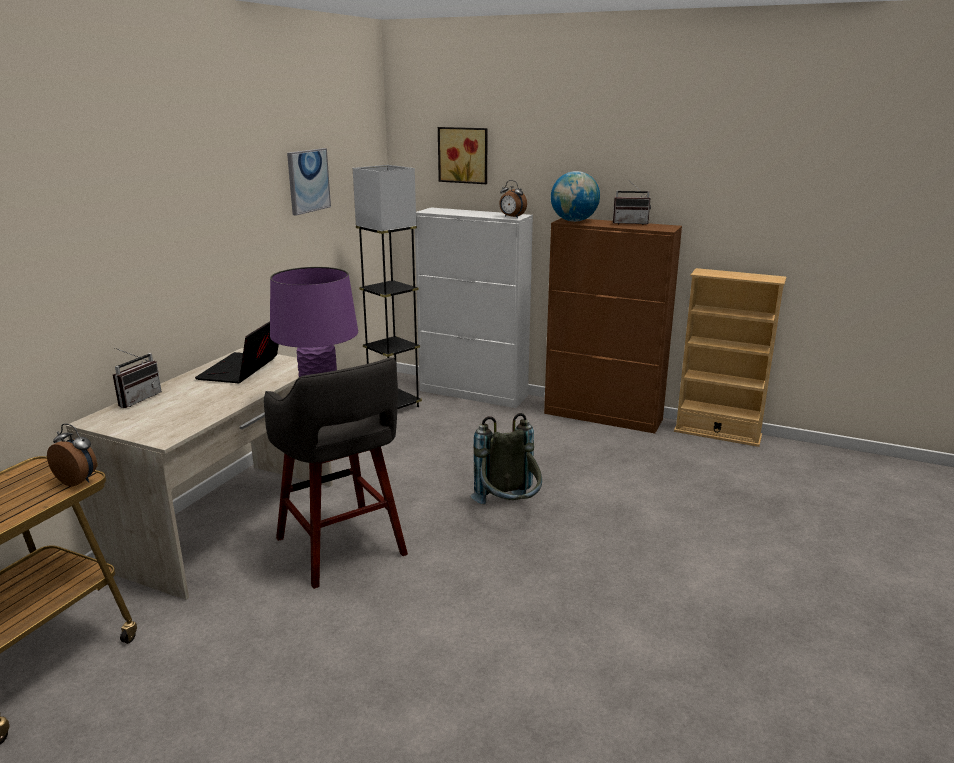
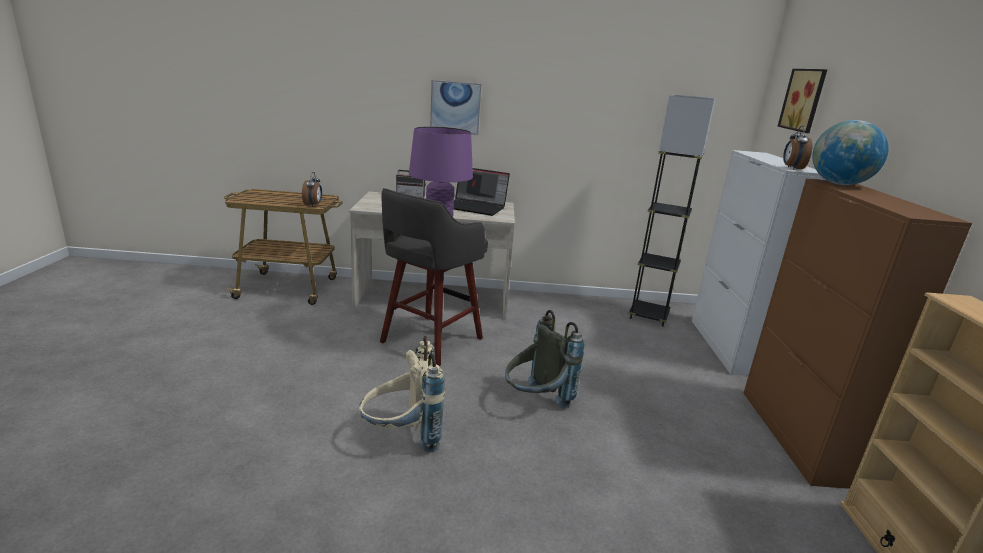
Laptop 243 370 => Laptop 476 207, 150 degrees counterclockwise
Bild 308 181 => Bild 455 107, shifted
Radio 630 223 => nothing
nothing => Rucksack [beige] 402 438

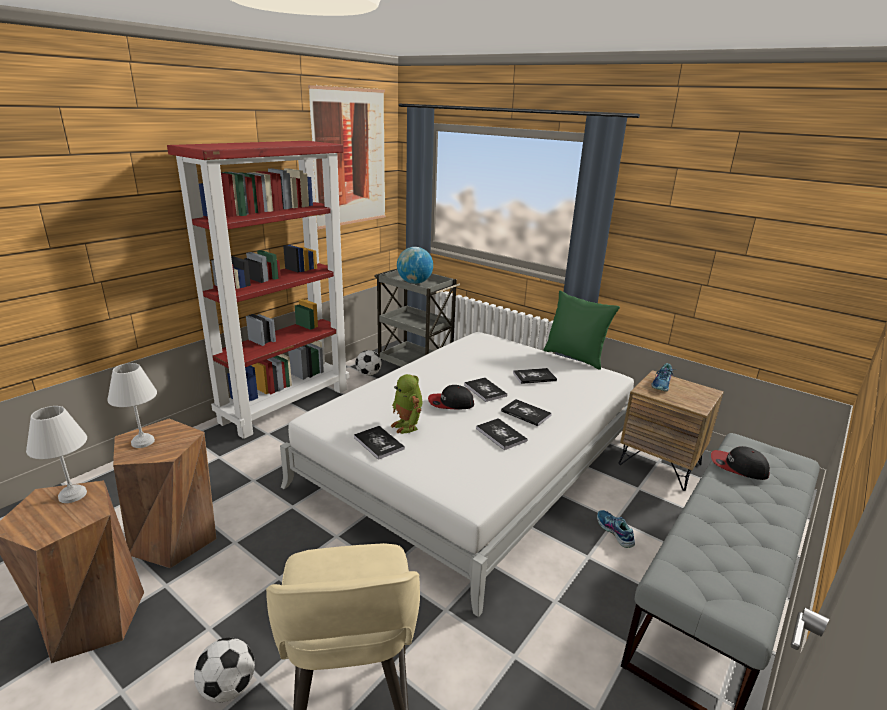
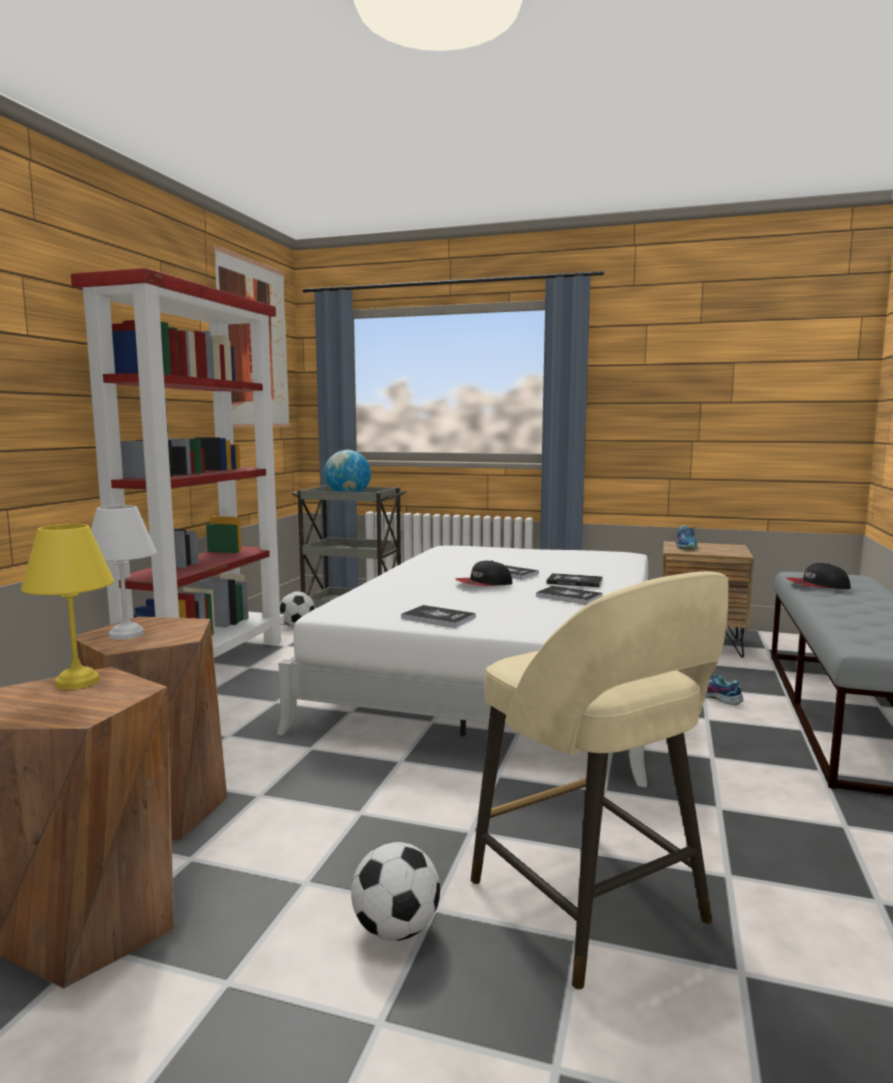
Tischlampe [weiß] 73 494 => Tischlampe [gelb] 78 681
Spielzeugroboter 407 426 => nothing
Buch 534 377 => nothing
Kissen [grün] 575 357 => nothing

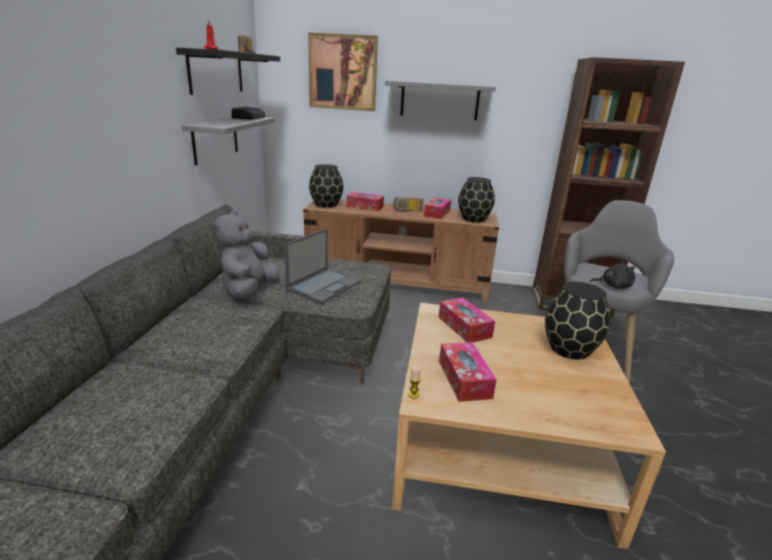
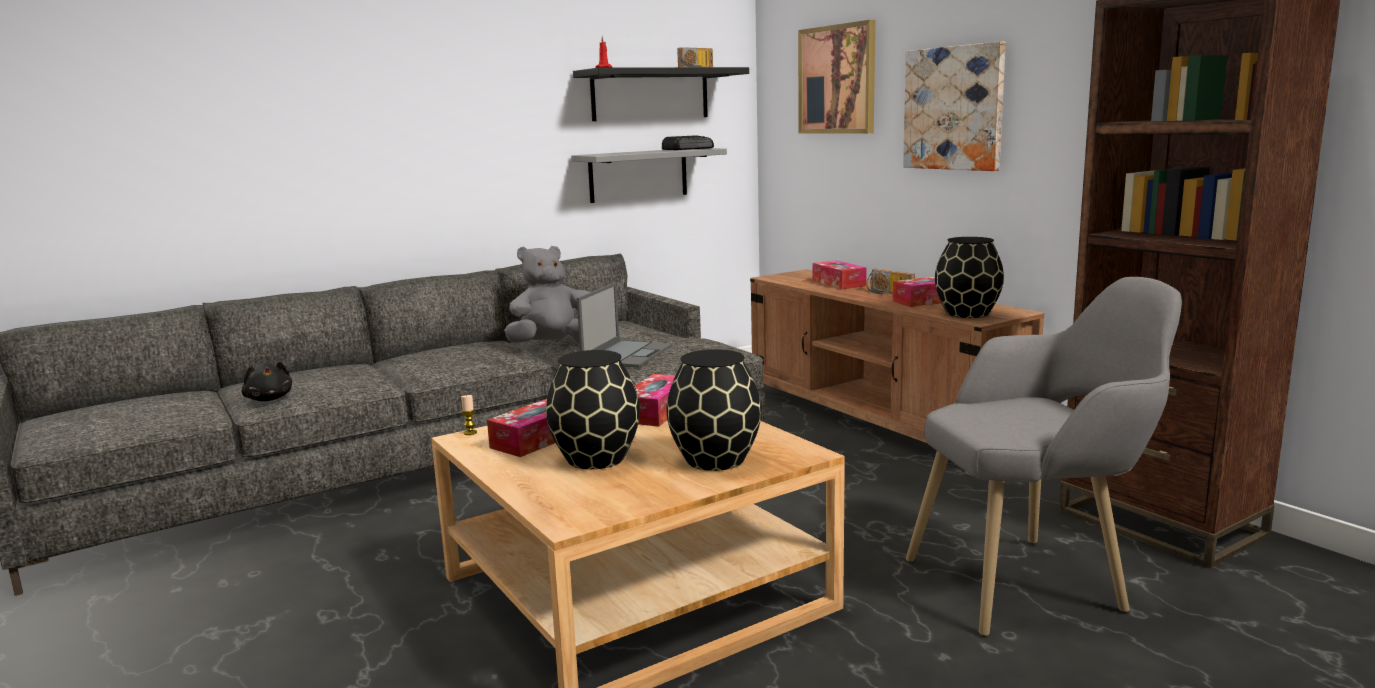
Laptop 324 285 => Laptop 627 354, 60 degrees counterclockwise
Vase [schwarz] 326 205 => Vase [schwarz] 596 459, shifted
Wandregal [grau] 439 100 => Bild 954 108
Plüschtier [schwarz] 613 286 => Plüschtier [schwarz] 269 399, shifted

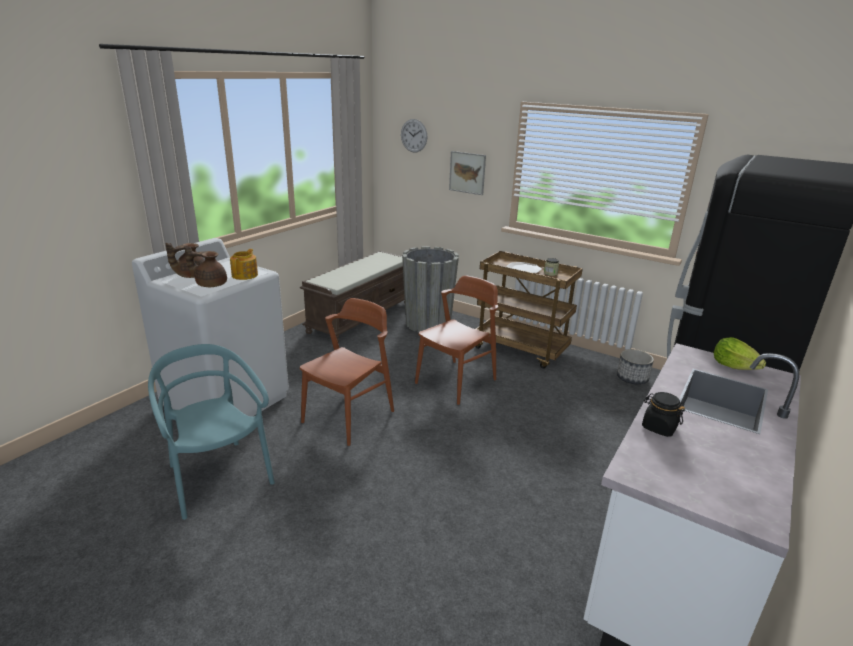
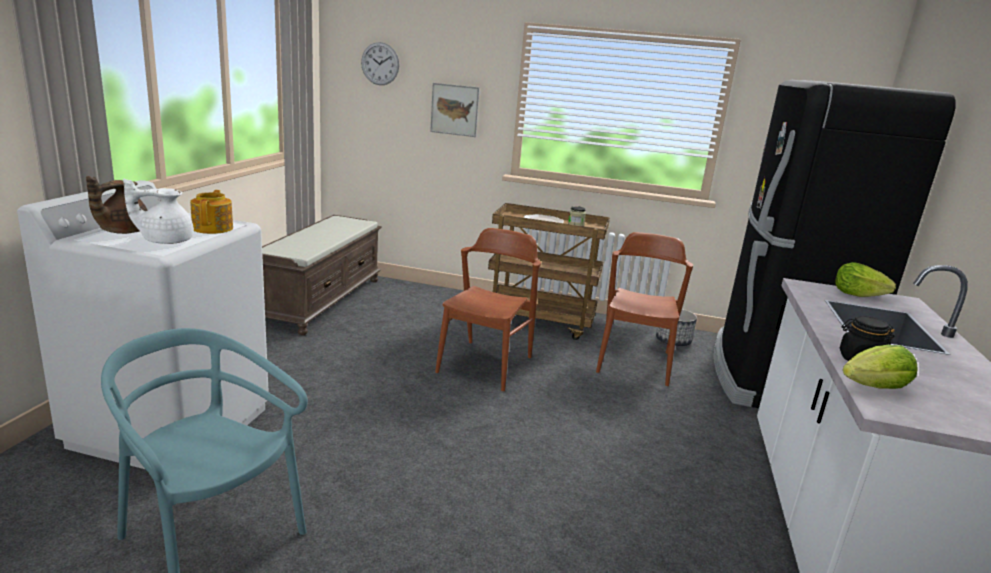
Teekanne [braun] 210 284 => Teekanne [weiß] 165 240
Stuhl [braun] 349 416 => Stuhl [braun] 634 362, shifted
Pflanzkübel [grau] 428 324 => nothing
nothing => Salatkopf 875 388

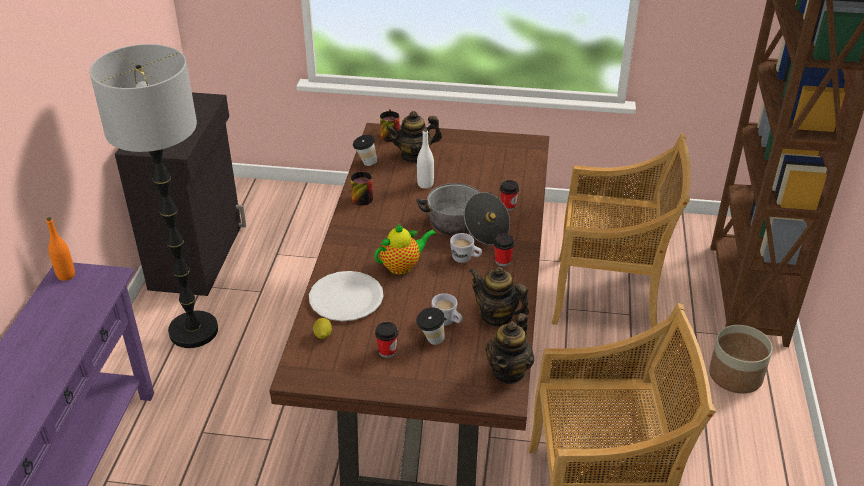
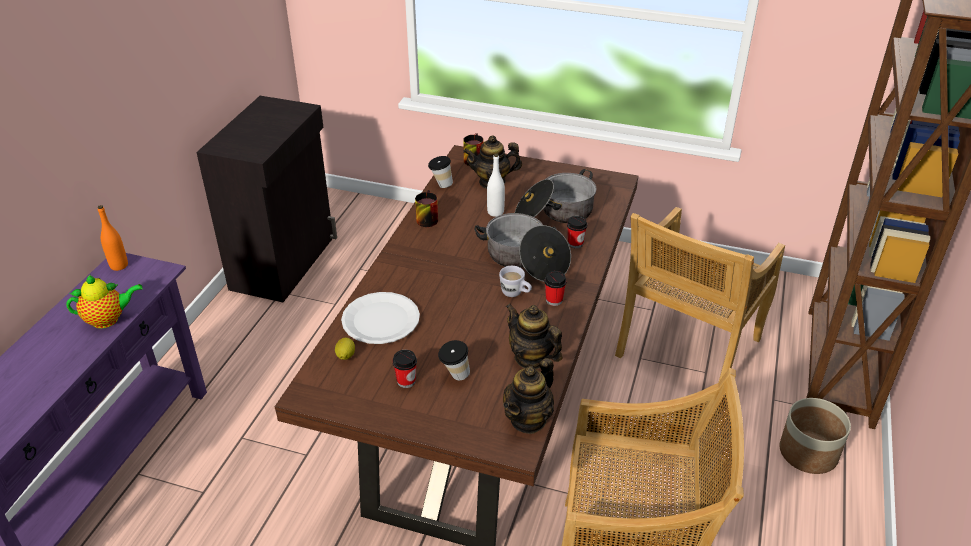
Stehlampe 193 331 => nothing
Teekanne 403 266 => Teekanne 108 319, shifted
Henkelbecher [weiß] 447 322 => nothing
Stuhl [beige] 609 296 => Stuhl [beige] 687 350, 105 degrees clockwise
nothing => Kochtopf 555 213

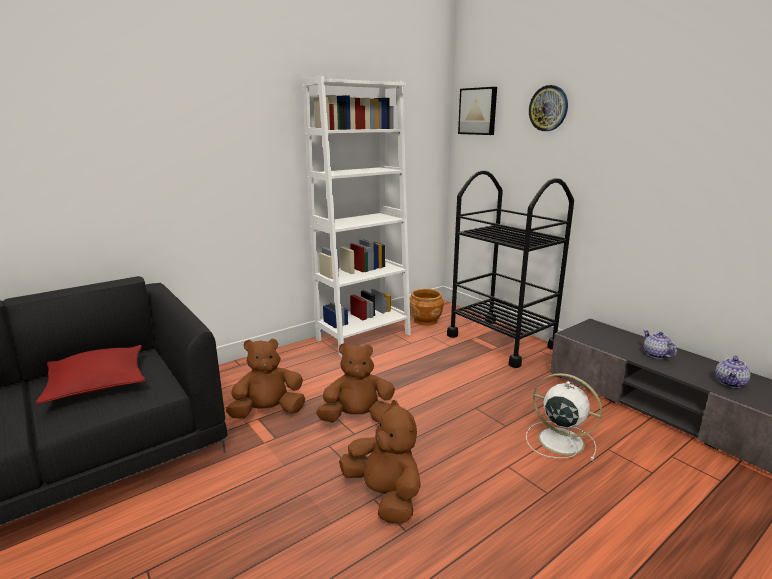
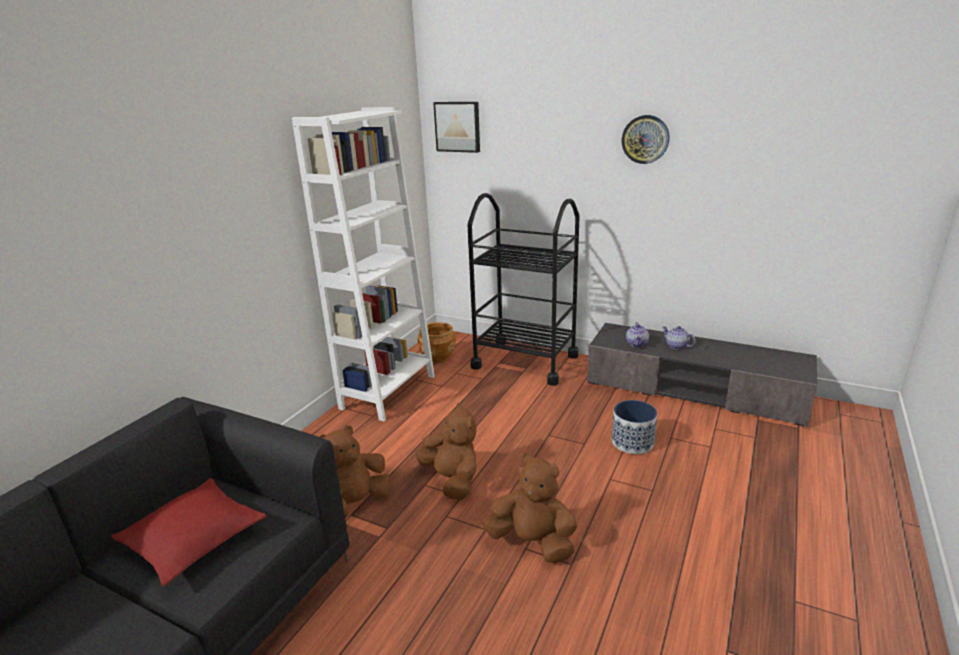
Plüschtier [braun] 358 418 => Plüschtier [braun] 452 480, 90 degrees clockwise
Ventilator [weiß] 558 440 => Pflanzkübel 632 442
Wanduhr 548 108 => Wanduhr 645 139, shifted
Teekanne 730 383 => Teekanne 637 344, shifted

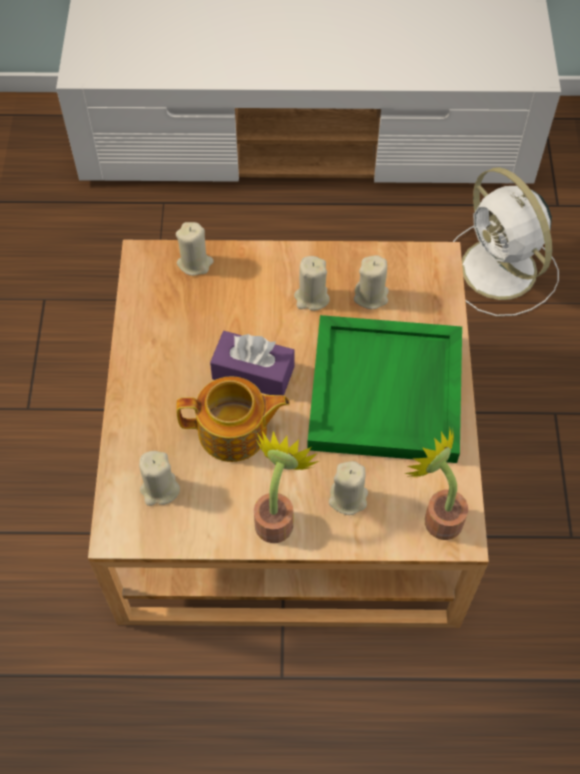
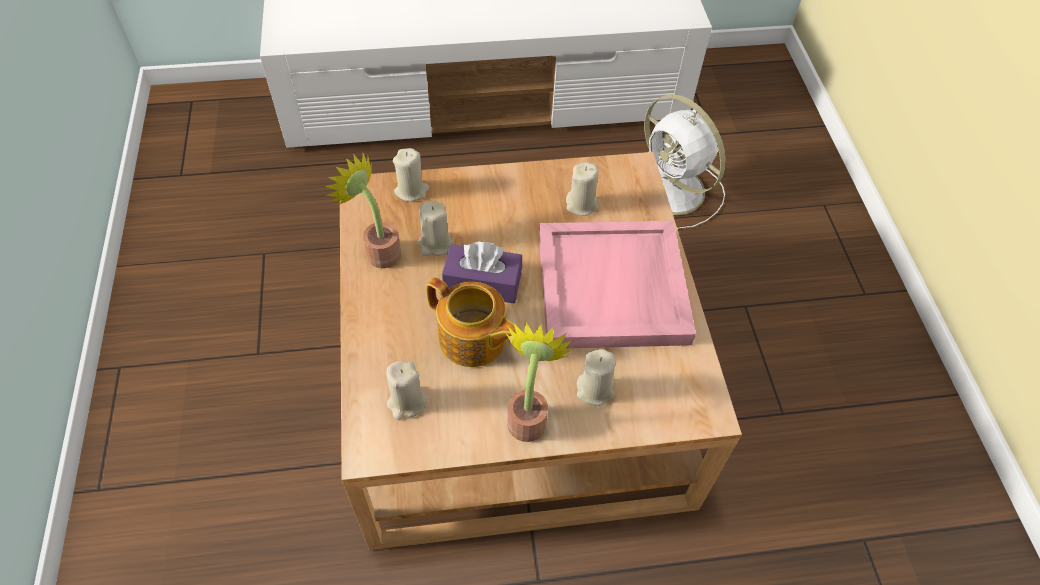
Teekanne 234 432 => Teekanne 473 339, 45 degrees clockwise
Kerze [beige] 311 298 => Kerze [beige] 435 244, shifted
Tablett [grün] 387 393 => Tablett [rosa] 613 288
Topfpflanze 437 516 => Topfpflanze 378 250, shifted

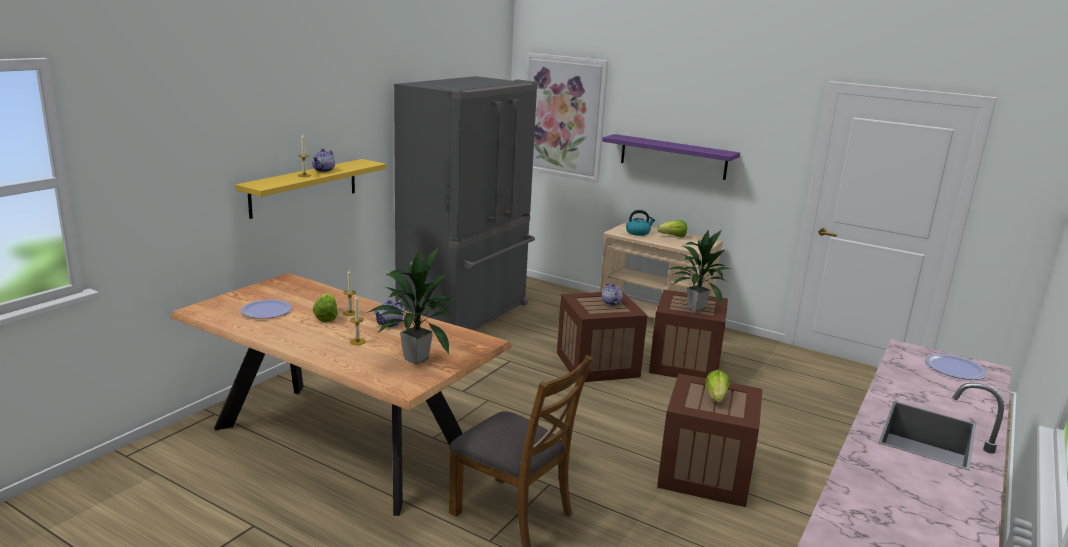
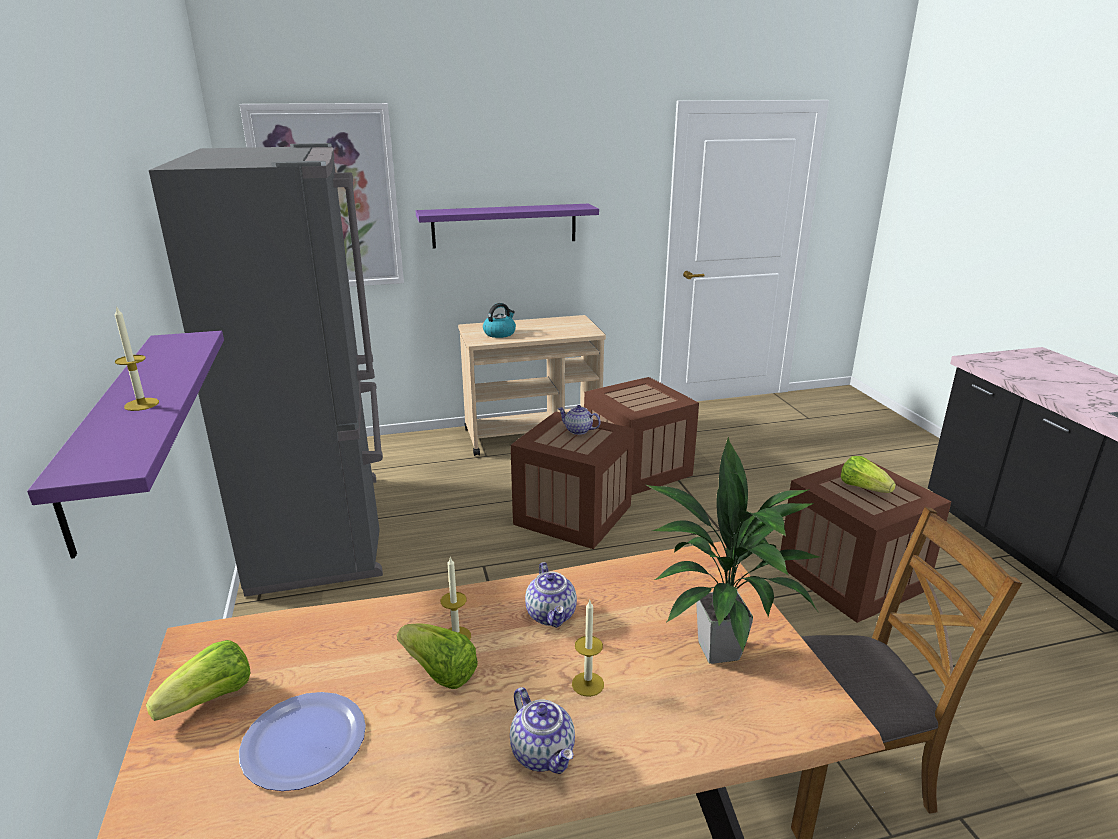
Wandregal [gelb] 304 187 => Wandregal [lila] 113 432
Teekanne 324 170 => Teekanne 543 753, shifted
Salatkopf 673 236 => Salatkopf 210 700, shifted
Topfpflanze 695 308 => nothing
Teller 955 368 => nothing

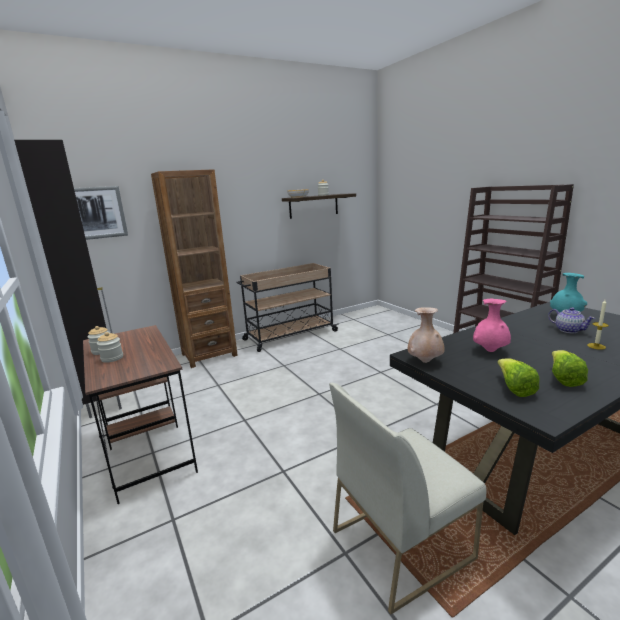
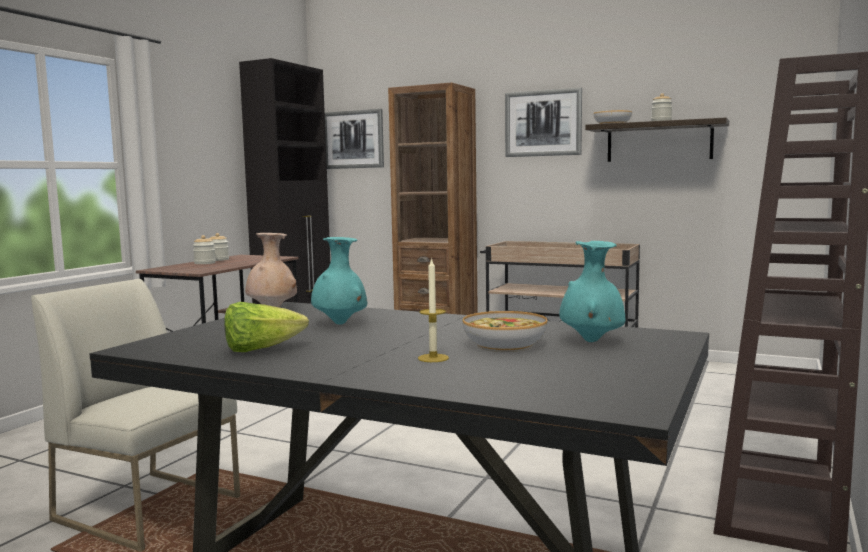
Vase [rosa] 490 351 => Vase [türkis] 340 323
Salatkopf 514 389 => nothing
Teekanne 568 330 => Schüssel 505 345
nothing => Bild 543 123

